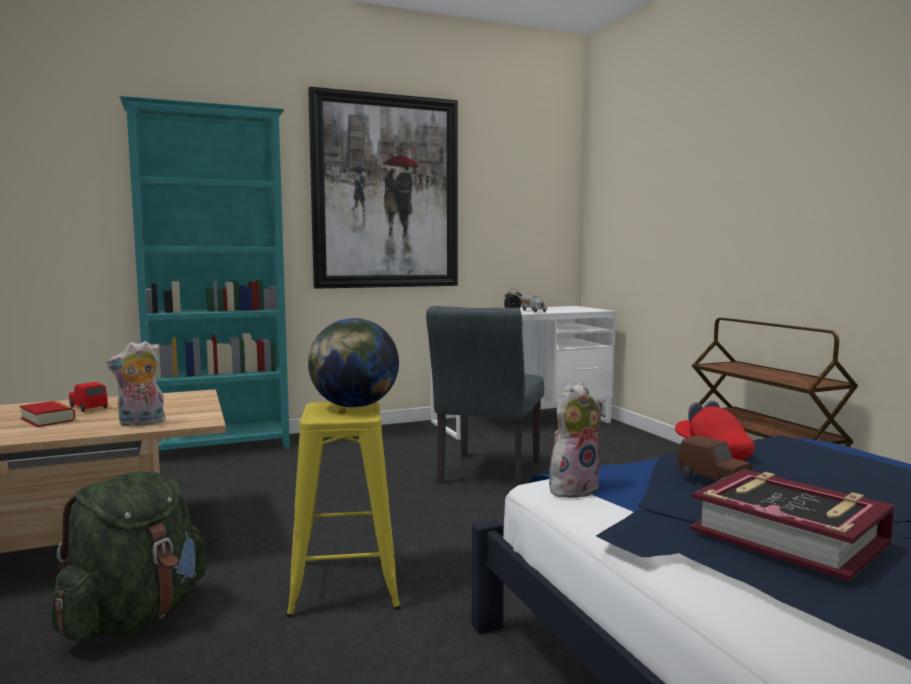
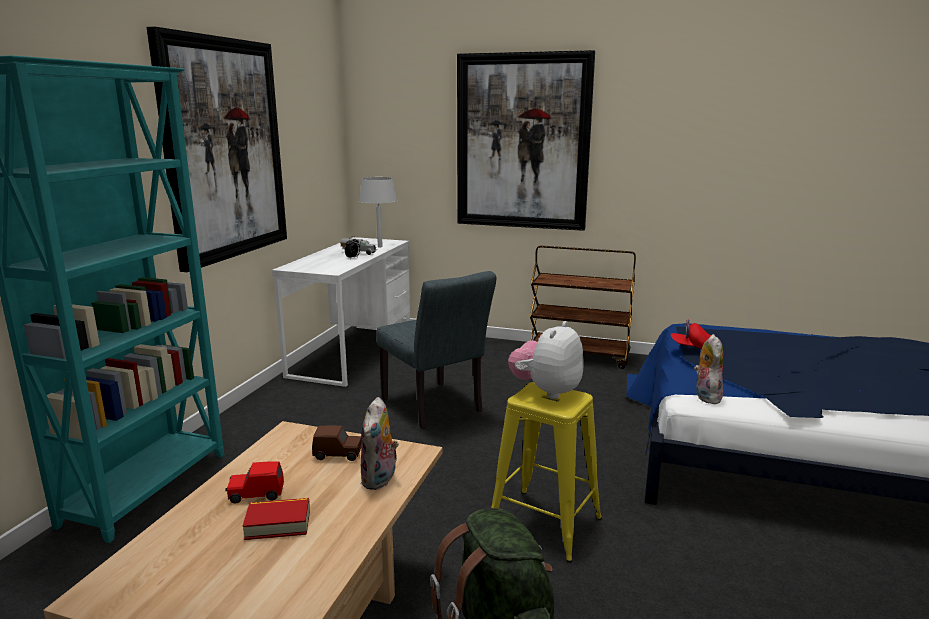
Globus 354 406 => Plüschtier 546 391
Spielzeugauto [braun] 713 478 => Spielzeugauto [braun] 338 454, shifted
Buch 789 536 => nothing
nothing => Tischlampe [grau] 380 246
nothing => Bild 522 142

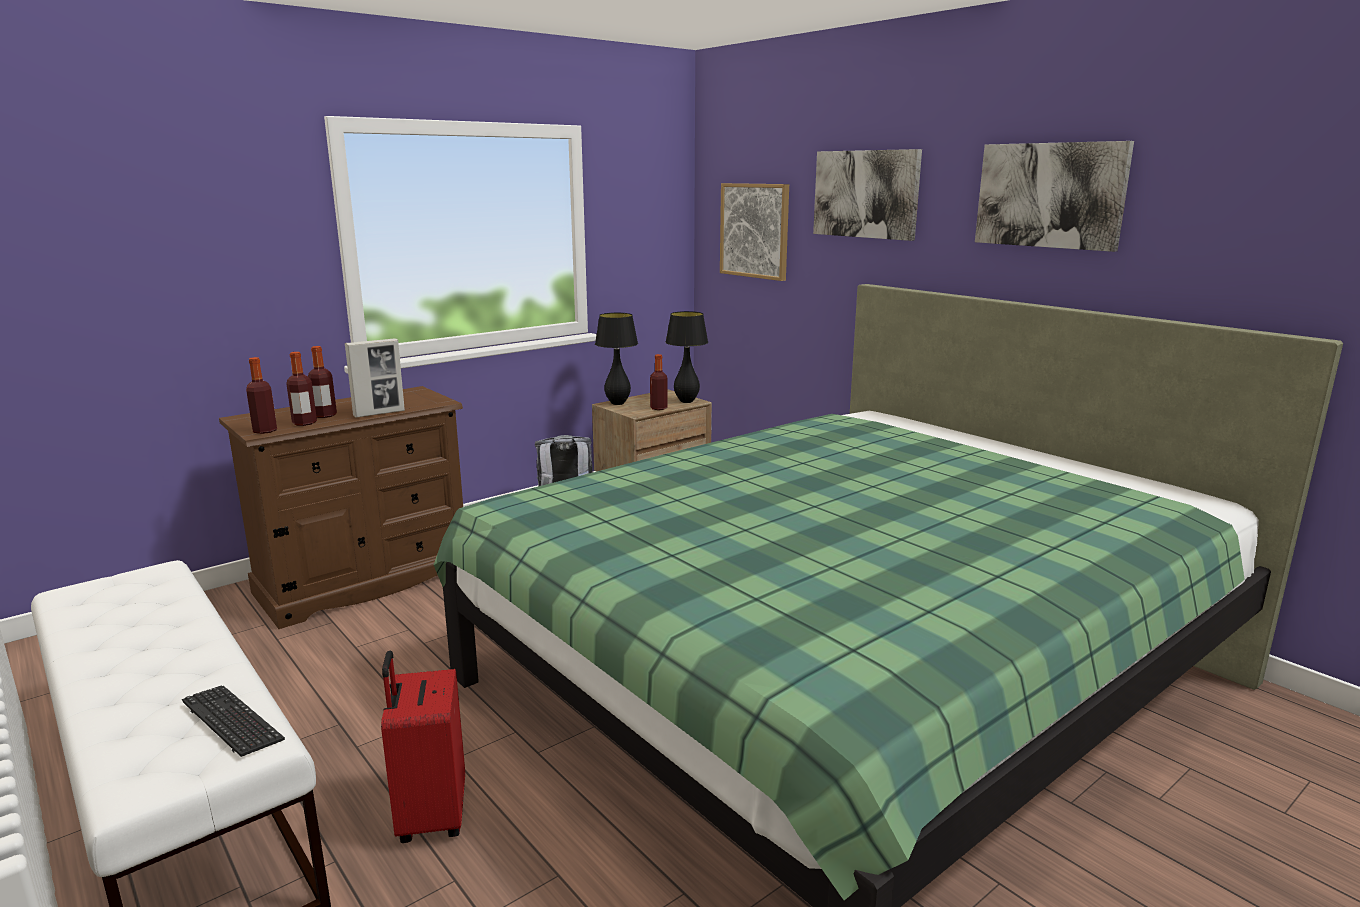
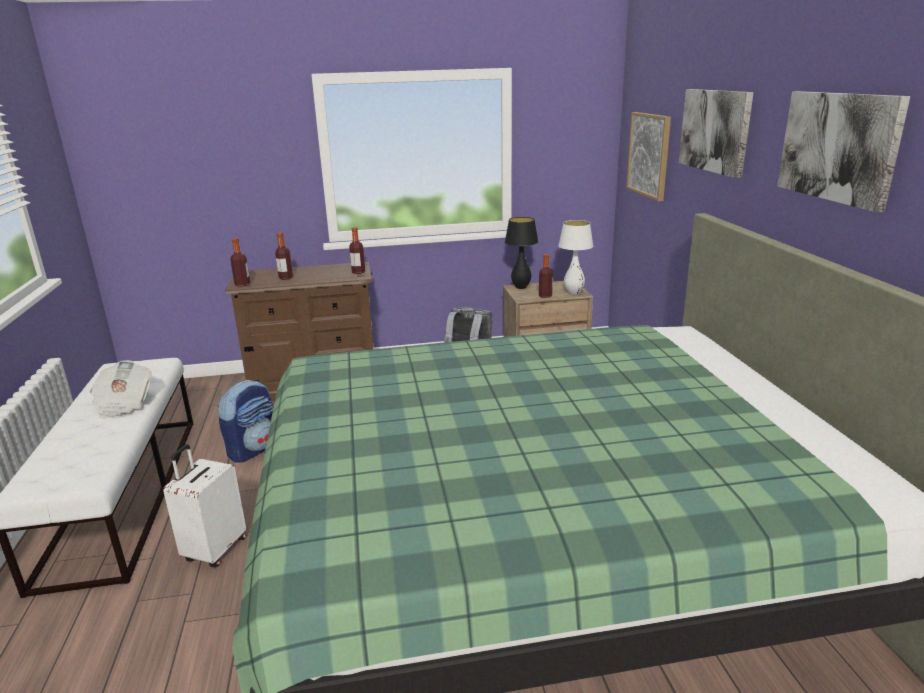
Tastatur 232 722 => nothing
Flasche 304 423 => Flasche 358 272, shifted
Bilderrahmen 379 413 => nothing
Koffer [rot] 430 816 => Koffer [weiß] 214 550
Tischlampe [schwarz] 686 401 => Tischlampe [weiß] 574 293
nothing => Zeitung 123 403
nothing => Rucksack 253 449

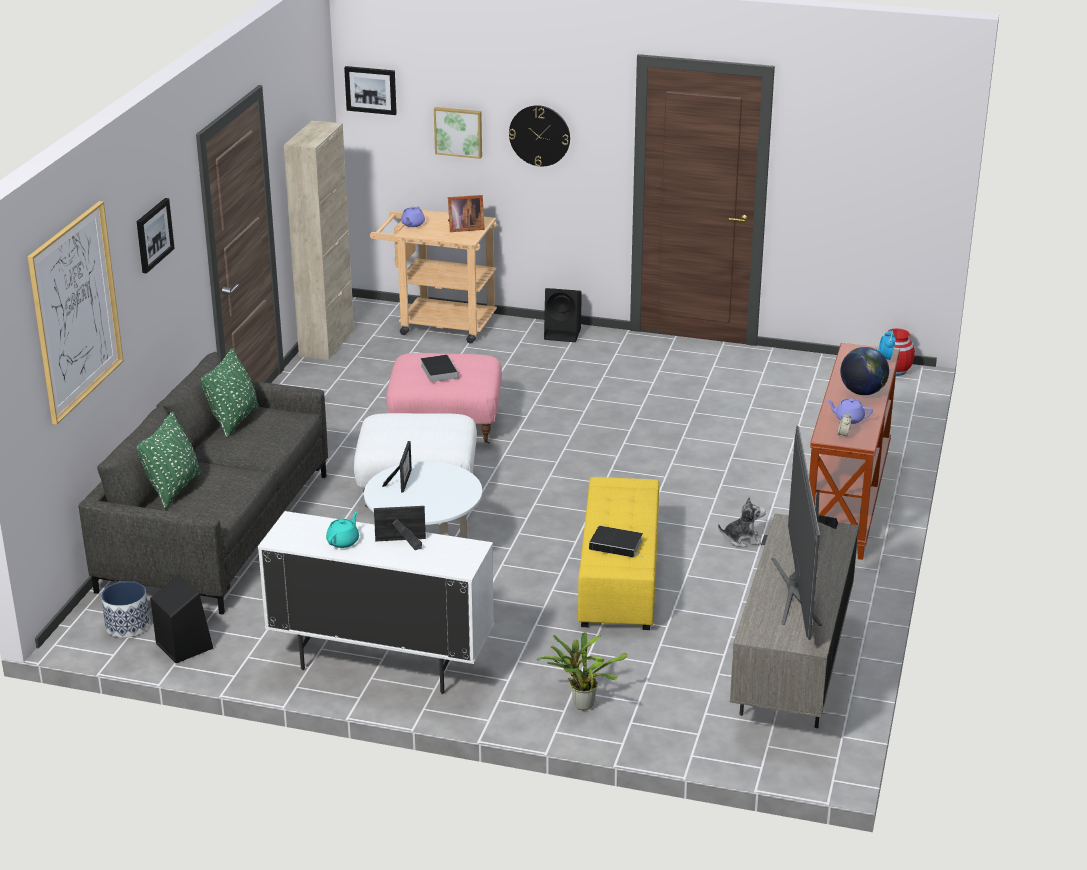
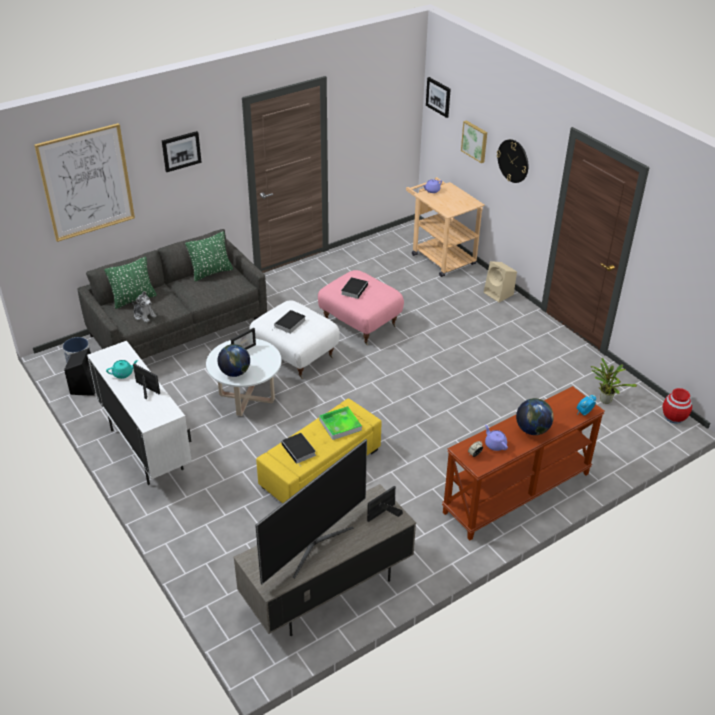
Schrank [beige] 327 343 => nothing
Bilderrahmen 464 228 => nothing
Topfpflanze 581 704 => Topfpflanze 604 399, shifted
Lautsprecher [schwarz] 563 334 => Lautsprecher [beige] 499 294
Plüschtier 742 539 => Plüschtier 144 315, shifted
nothing => Globus 235 373
nothing => Buch 289 324
nothing => Tablett 340 425

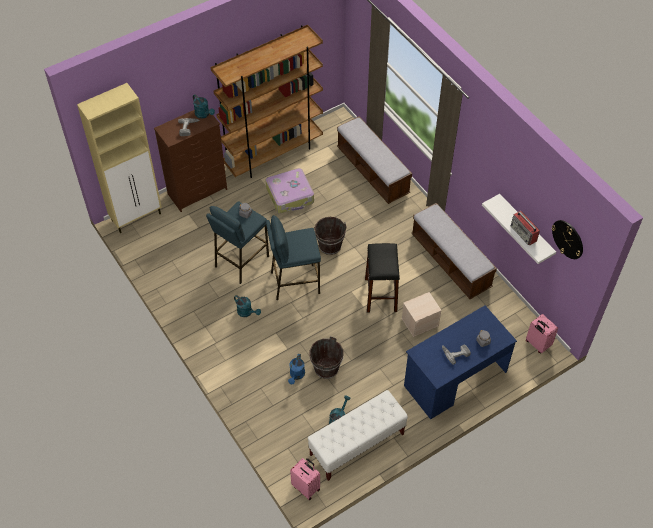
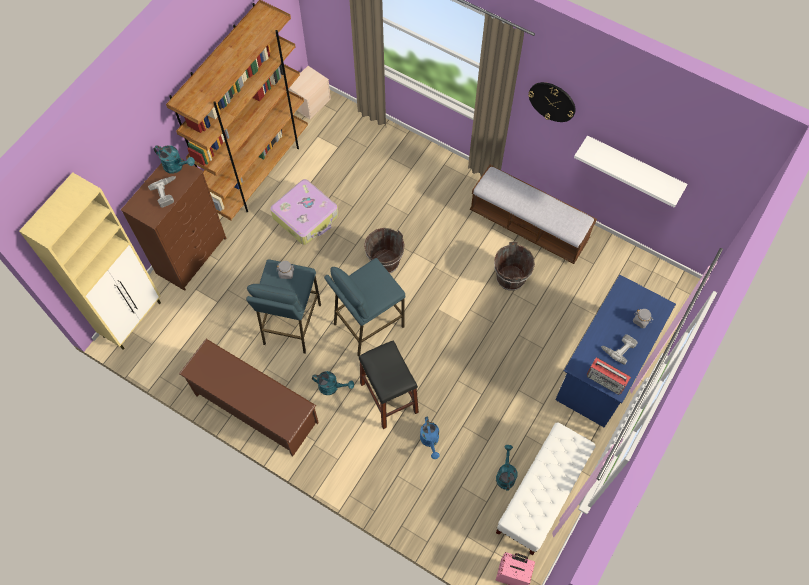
Eimer [braun] 326 368 => Eimer [braun] 510 278, shifted
Bank 372 171 => nothing
Hocker [schwarz] 380 295 => Hocker [schwarz] 389 398, shifted
Aufbewahrungsbox [beige] 420 321 => Aufbewahrungsbox [beige] 310 102, shifted
Radio 523 233 => Radio 606 380, shifted
Koffer [rosa] 537 344 => nothing
Wanduhr 568 239 => Wanduhr 552 101, shifted
nothing => Schuhregal [braun] 255 408

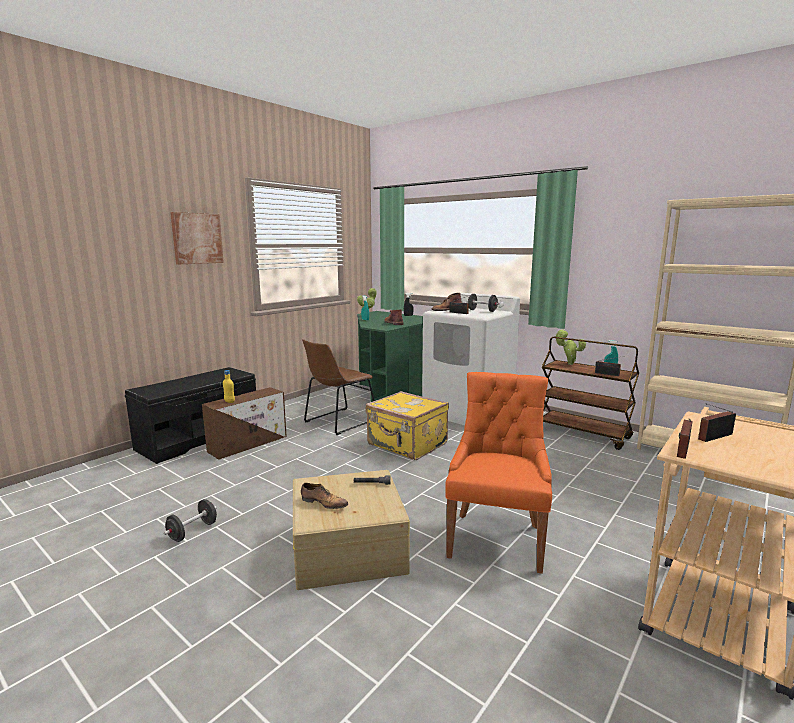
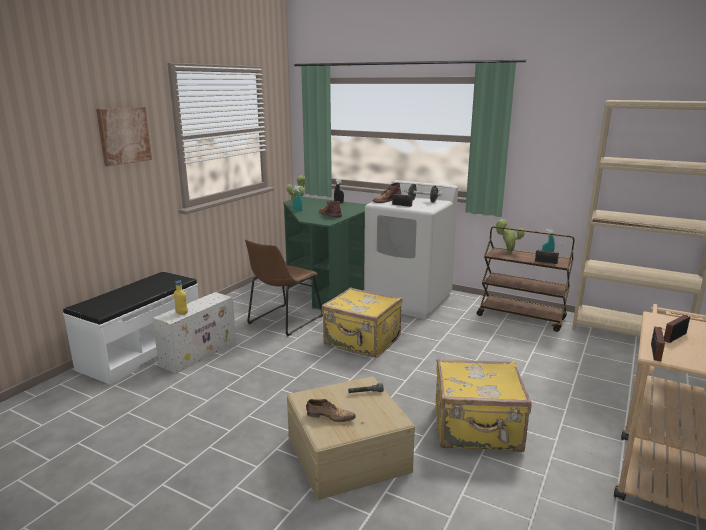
Bank [schwarz] 198 438 => Bank [weiß] 142 351
Hantel [schwarz] 192 531 => nothing
Aufbewahrungsbox [braun] 249 443 => Aufbewahrungsbox [weiß] 200 353
Stuhl [orange] 496 538 => Koffer [gelb] 477 430

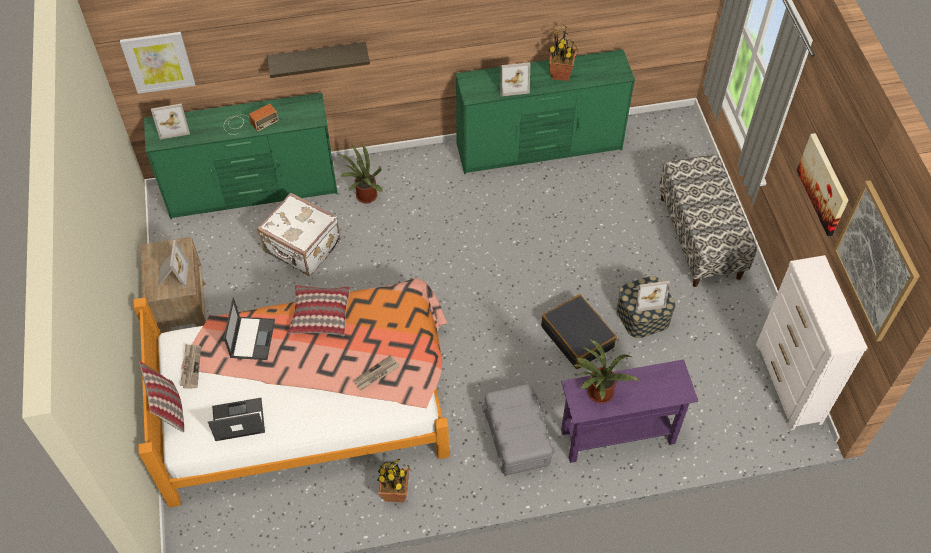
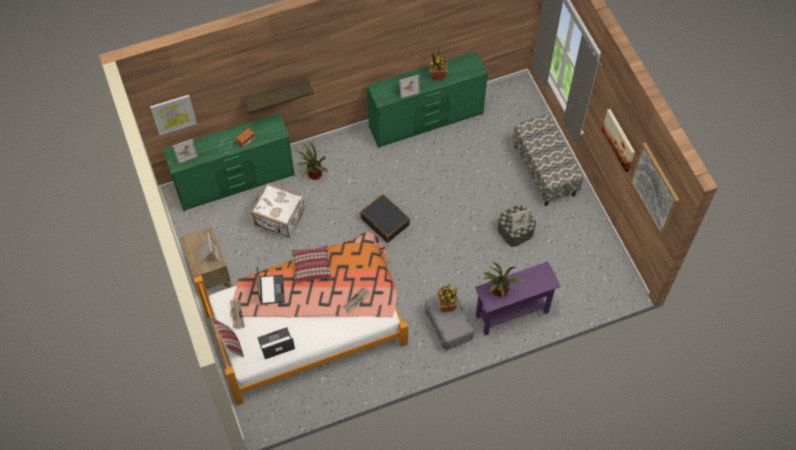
Topfpflanze 395 492 => Topfpflanze 446 306, shifted
Koffer [schwarz] 577 337 => Koffer [schwarz] 385 221, shifted
Kommode [weiß] 788 384 => nothing

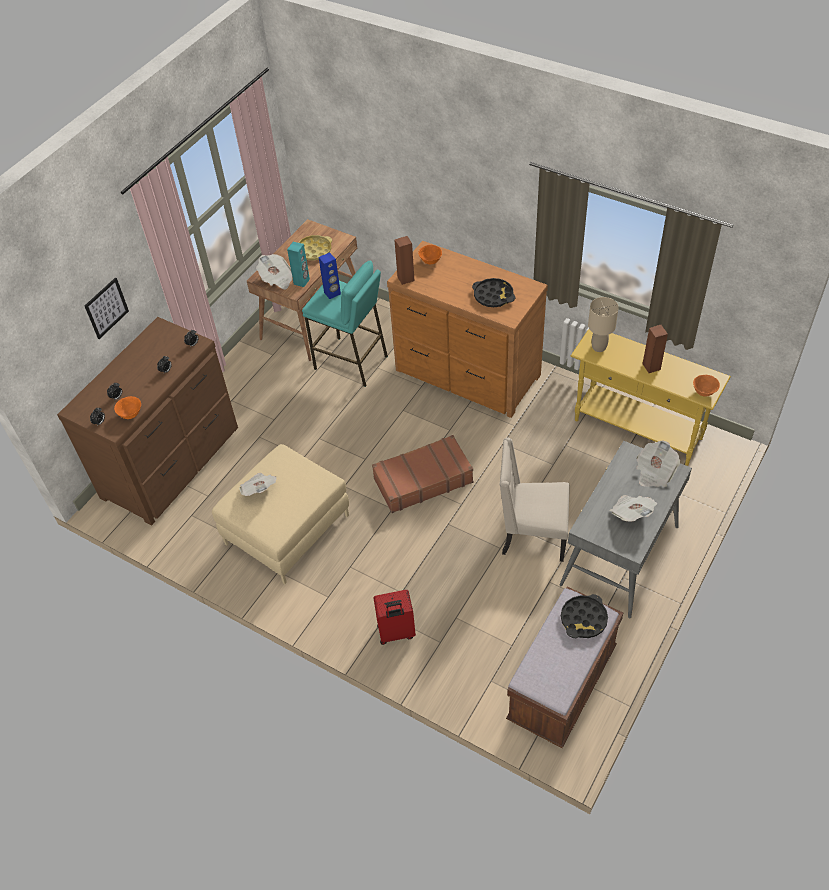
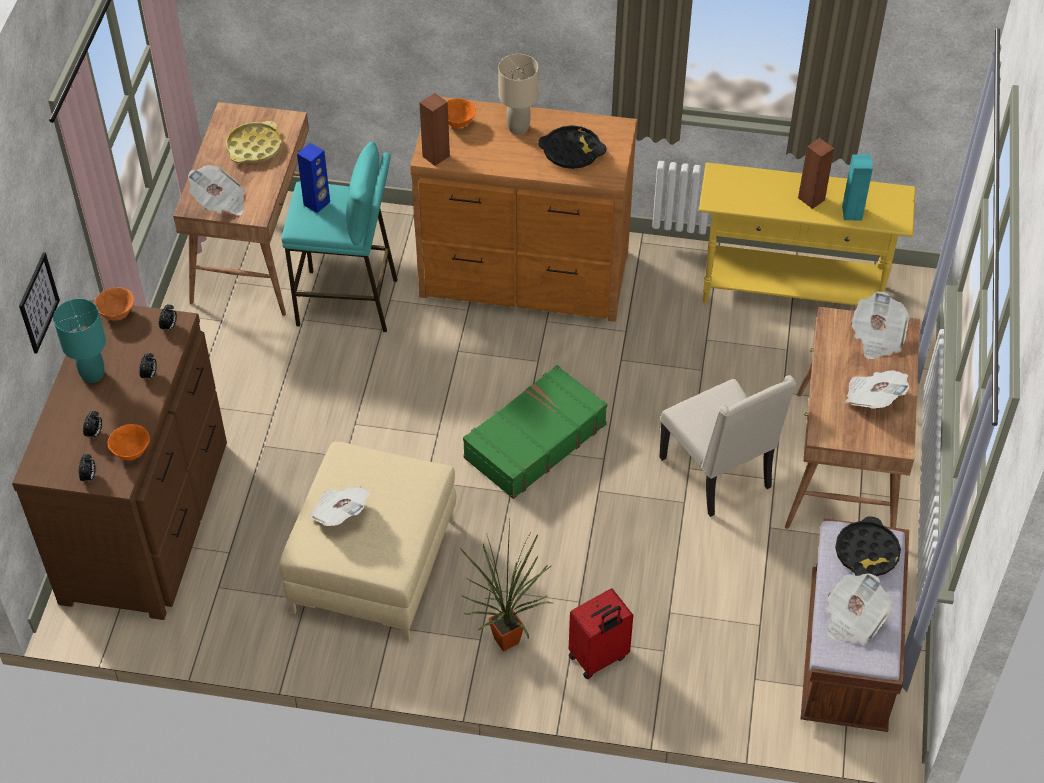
Lautsprecher [türkis] 302 281 => Lautsprecher [türkis] 852 213, shifted
Koffer [braun] 422 480 => Koffer [grün] 534 441
Stuhl [beige] 531 535 => Stuhl [beige] 718 473, 105 degrees counterclockwise
Schreibtisch [grau] 620 556 => Schreibtisch [braun] 844 467
Tischlampe [beige] 598 347 => Tischlampe [beige] 518 129, shifted
Schüssel [orange] 704 392 => Schüssel [orange] 117 314, shifted
nothing => Tischlampe [türkis] 92 375
nothing => Topfpflanze 508 645
nothing => Zeitung 852 619

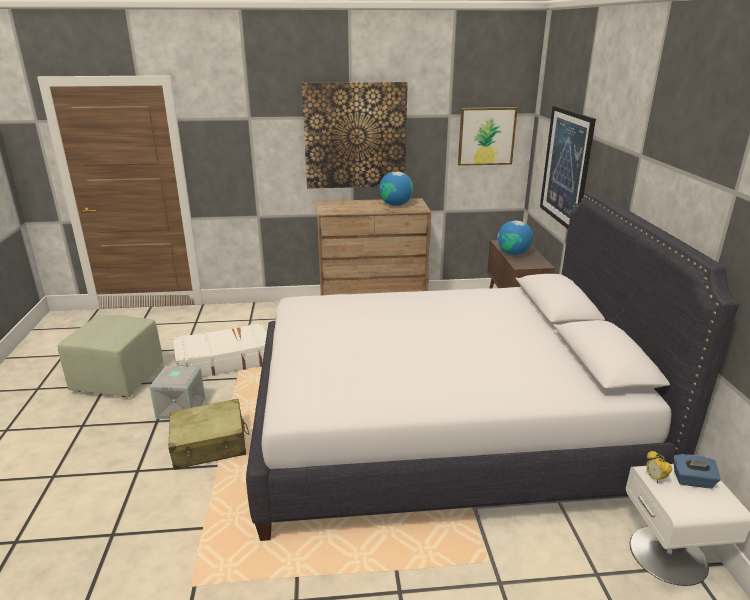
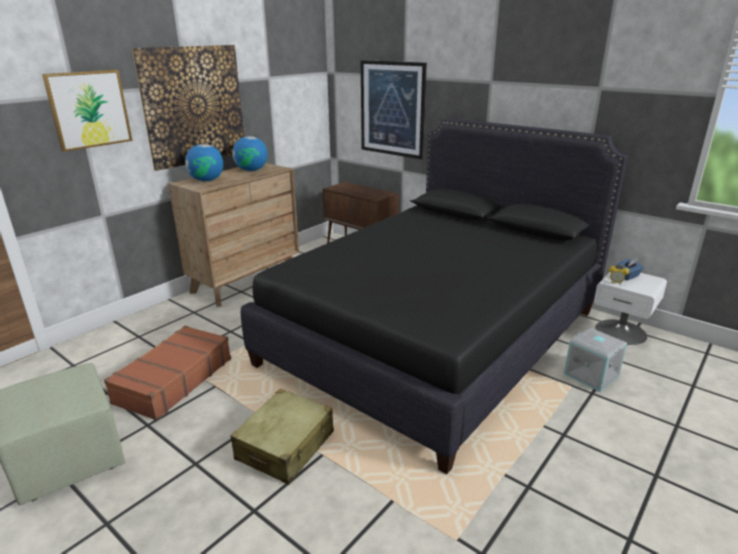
Aufbewahrungsbox [grau] 181 408 => Aufbewahrungsbox [grau] 592 374, shifted
Koffer [weiß] 223 360 => Koffer [braun] 173 380
Bett [weiß] 441 432 => Bett [schwarz] 434 336
Bild 486 136 => Bild 89 109, shifted
Globus 513 253 => Globus 207 180, shifted

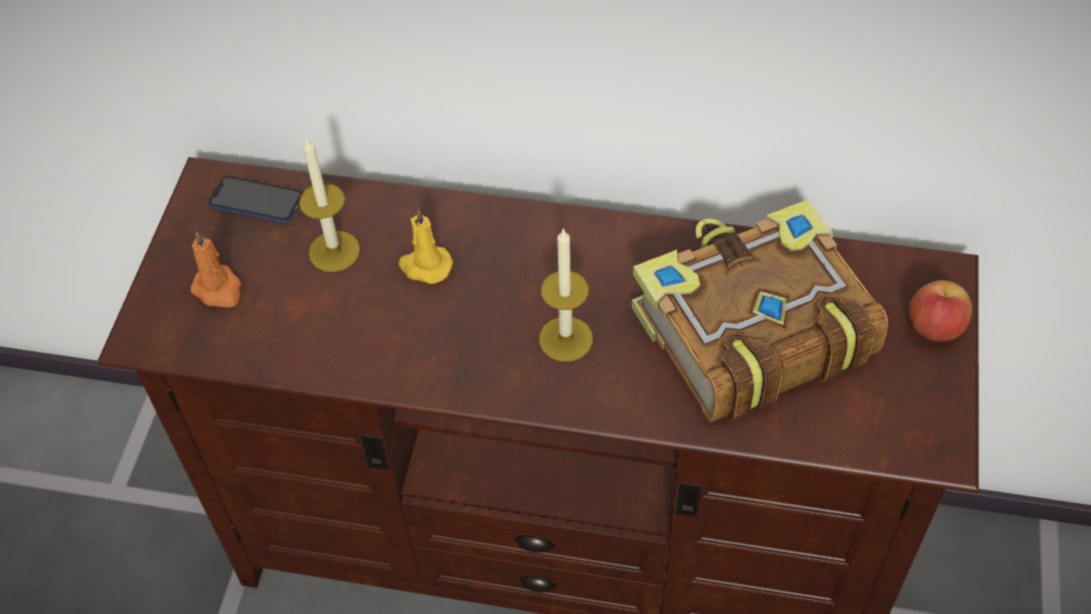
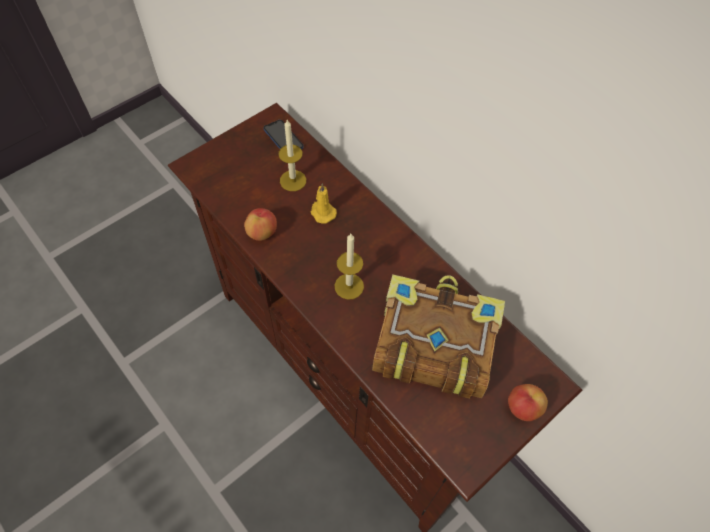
Kerze [orange] 219 289 => nothing
nothing => Apfel 262 232

